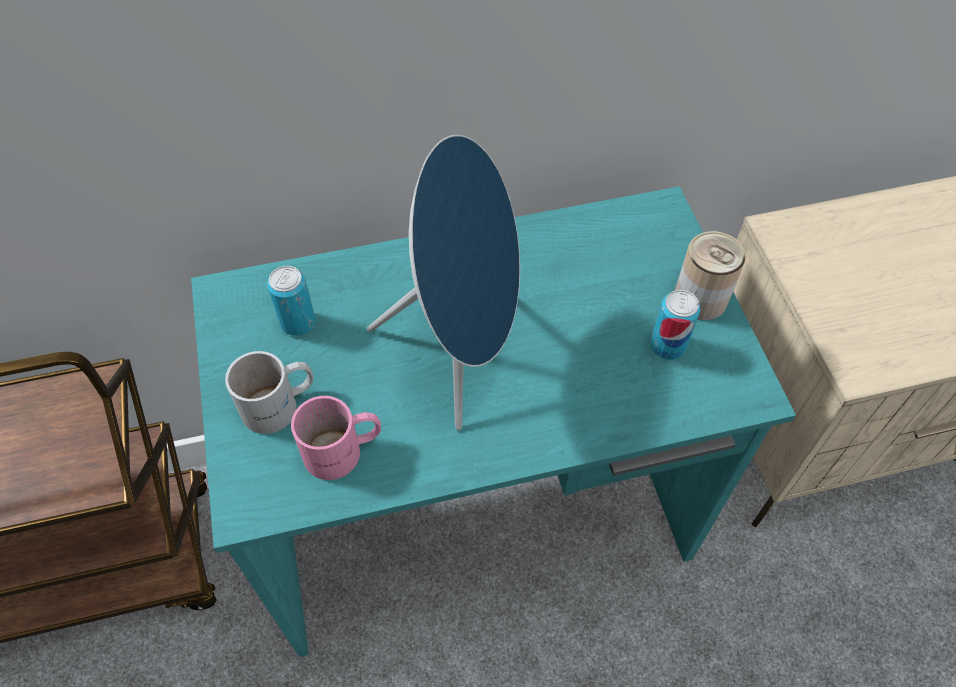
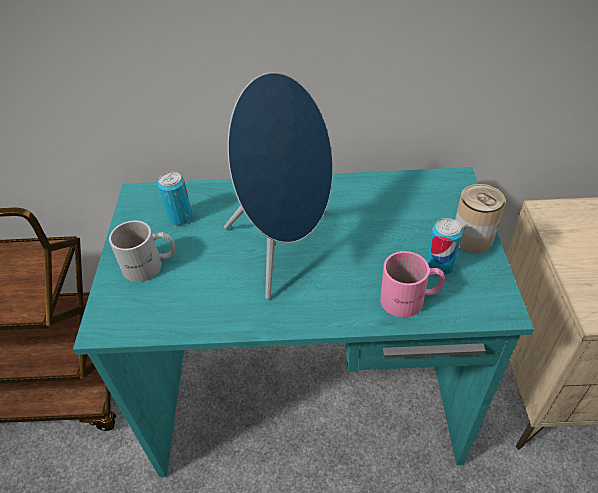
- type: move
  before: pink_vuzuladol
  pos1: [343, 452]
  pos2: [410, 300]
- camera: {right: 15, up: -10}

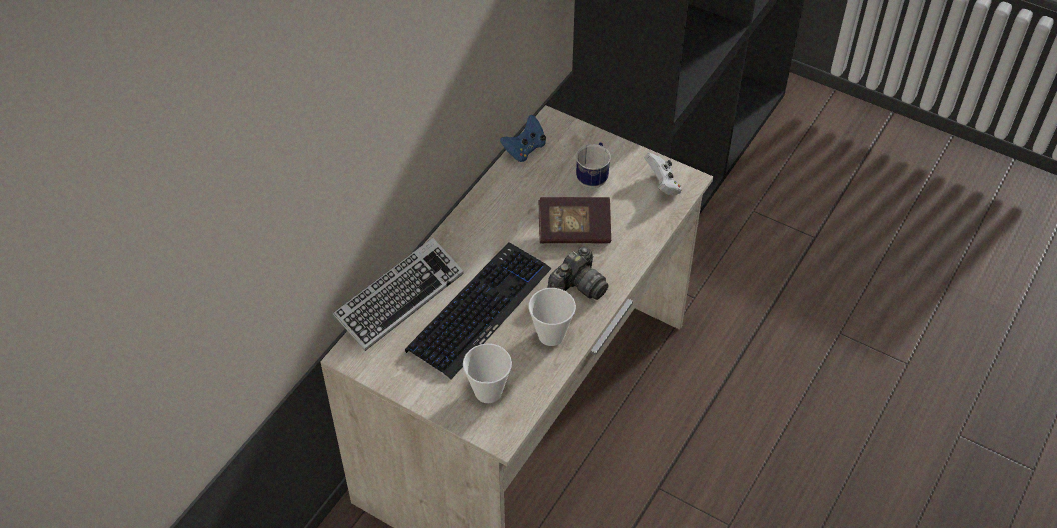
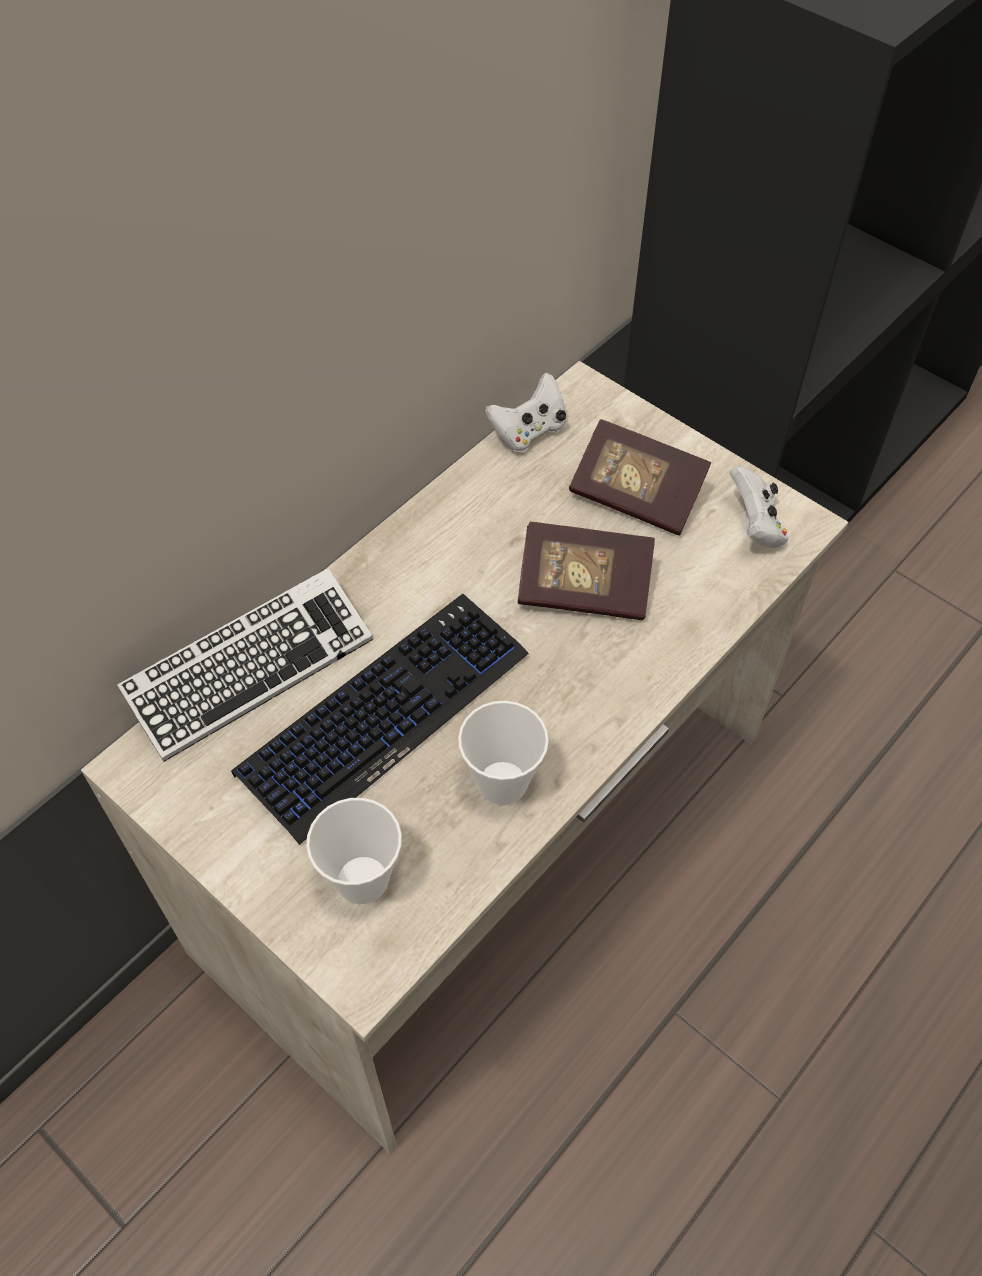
- type: delete
  before: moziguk
  pos1: [578, 286]
- type: replace
  before: vuzuladol
  after: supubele
  pos1: [593, 177]
  pos2: [636, 495]
- type: recolor
  before: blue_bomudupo
  after: white_bomudupo
  pos1: [525, 149]
  pos2: [528, 432]
- camera: {right: 10, up: 5}

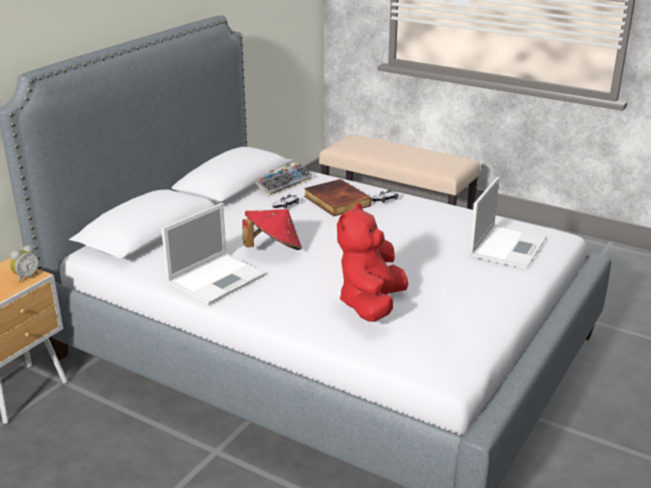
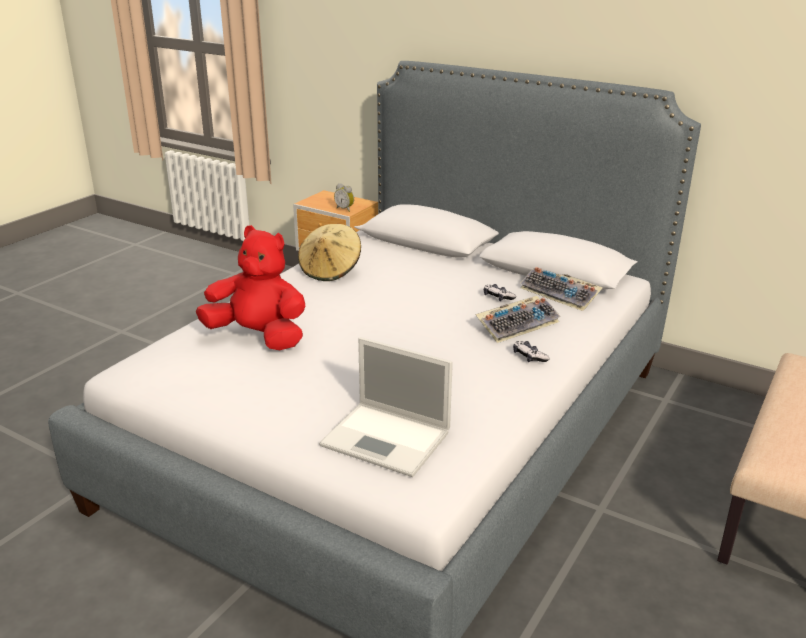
- type: delete
  before: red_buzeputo
  pos1: [273, 249]
- type: replace
  before: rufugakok
  after: beige_buzeputo
  pos1: [217, 278]
  pos2: [330, 270]
- type: replace
  before: supubele
  after: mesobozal
  pos1: [335, 201]
  pos2: [517, 324]
- camera: {right: 90, up: 0}

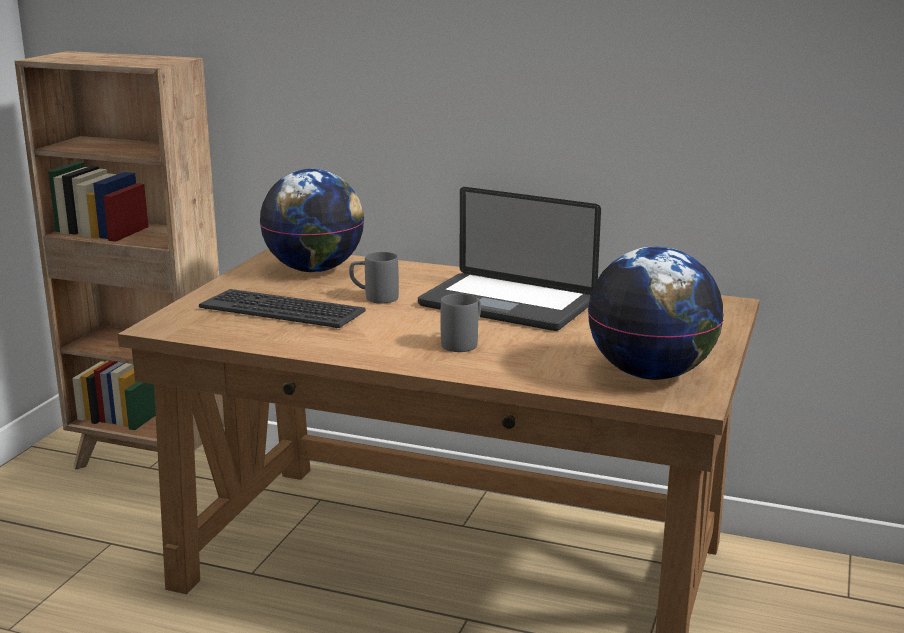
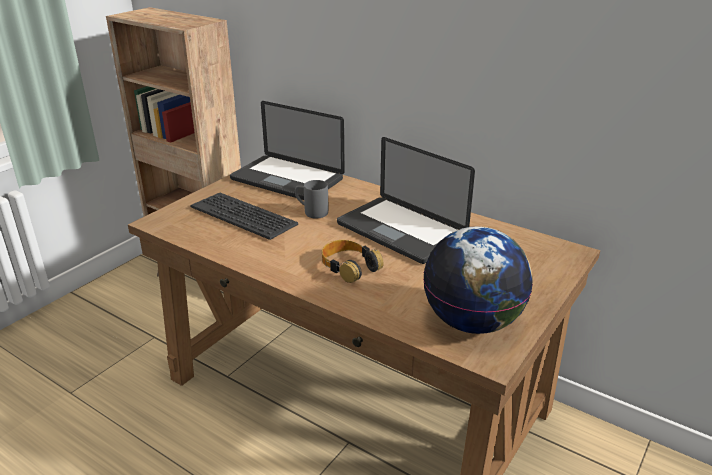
- type: replace
  before: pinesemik
  after: rufugakok
  pos1: [315, 269]
  pos2: [287, 179]
- type: replace
  before: grey_vuzuladol
  after: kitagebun
  pos1: [464, 343]
  pos2: [349, 266]
- camera: {right: 15, up: 10}

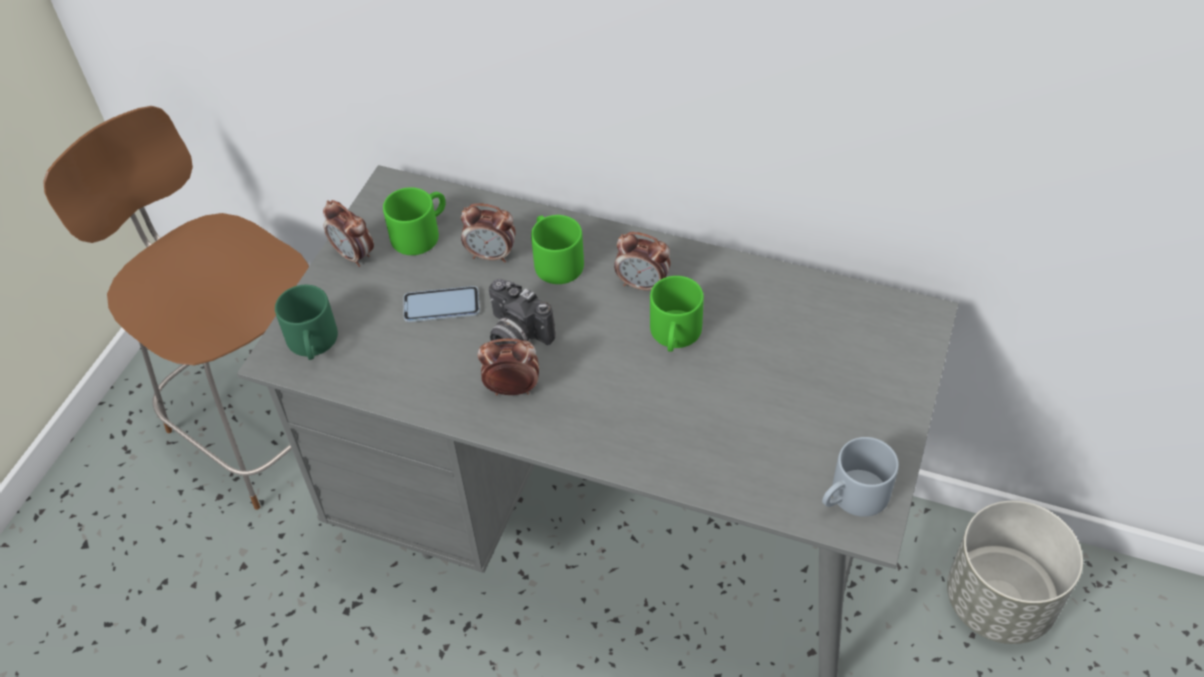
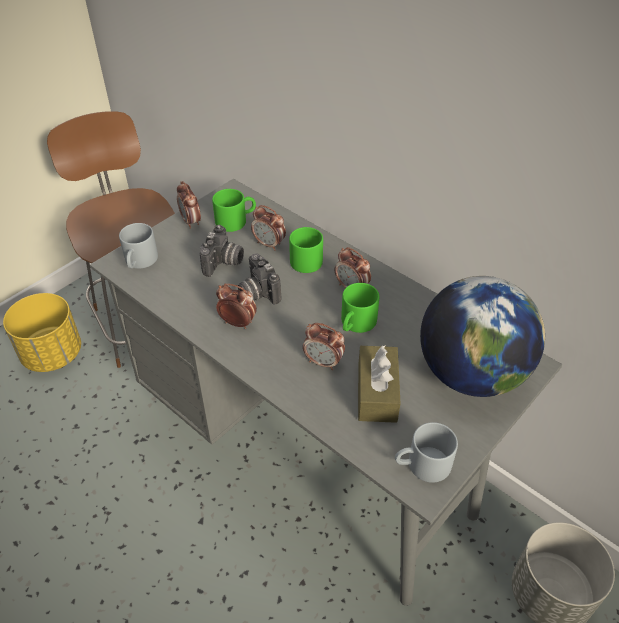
- type: insert
  after: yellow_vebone
  pos2: [52, 355]
- type: insert
  after: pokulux
  pos2: [323, 362]
- type: insert
  after: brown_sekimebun
  pos2: [377, 392]
- type: insert
  after: pinesemik
  pos2: [471, 374]
- type: replace
  before: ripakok
  after: moziguk
  pos1: [441, 306]
  pos2: [224, 263]
- type: recolor
  before: green_vuzuladol
  after: grey_vuzuladol
  pos1: [314, 343]
  pos2: [140, 262]
- camera: {right: 20, up: -5}

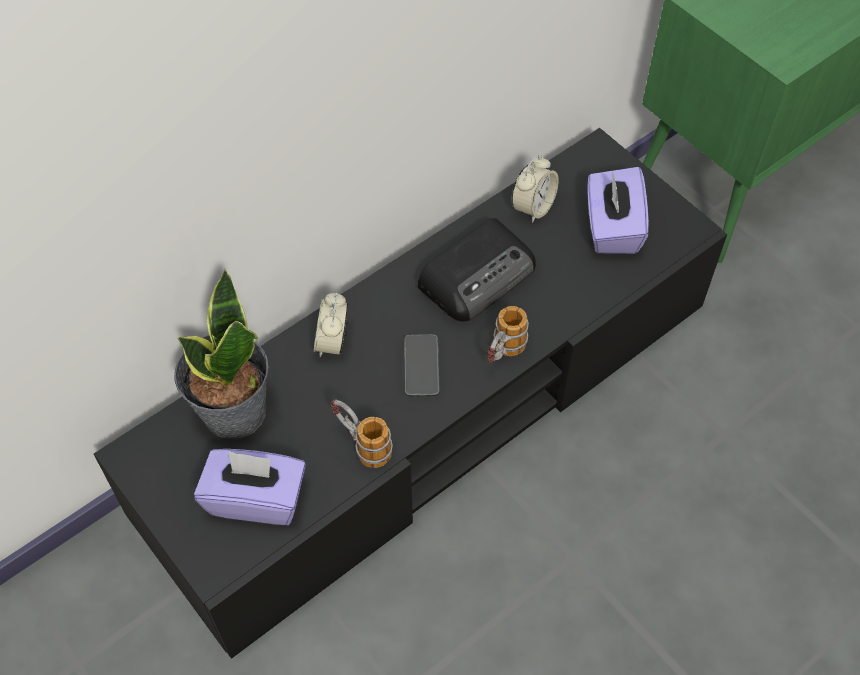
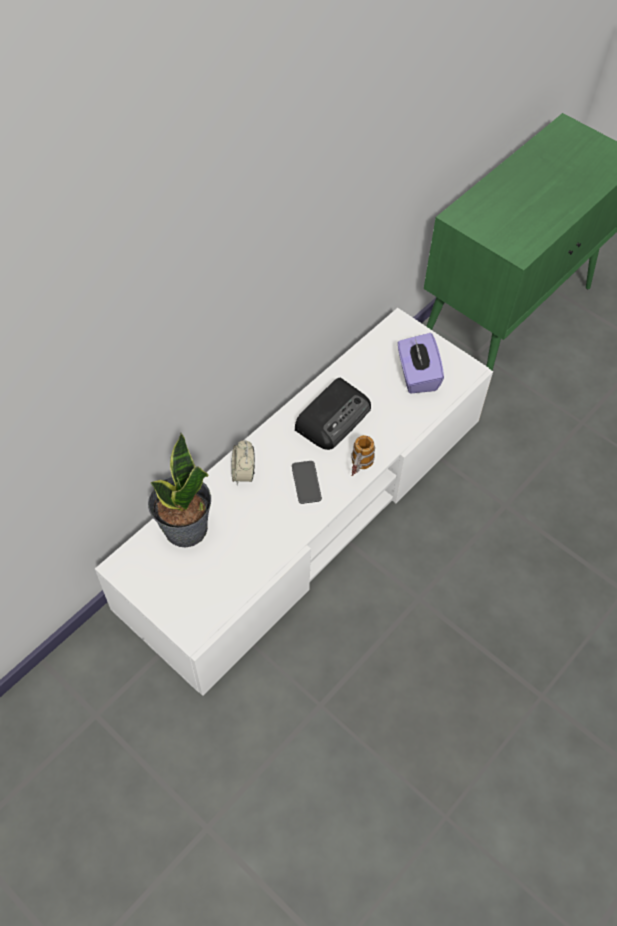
- type: delete
  before: purple_sekimebun
  pos1: [256, 498]
- type: delete
  before: vuzuladol
  pos1: [361, 444]
- type: delete
  before: pokulux
  pos1: [533, 207]
- type: recolor
  before: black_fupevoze
  after: white_fupevoze
  pos1: [430, 408]
  pos2: [307, 511]
- camera: {right: -10, up: 0}

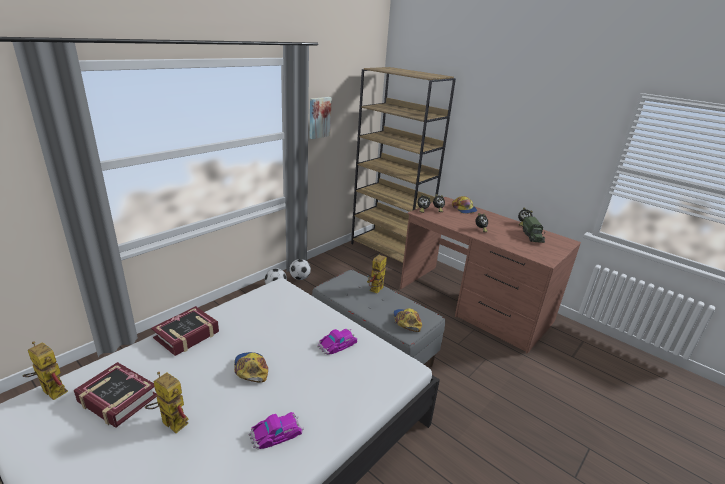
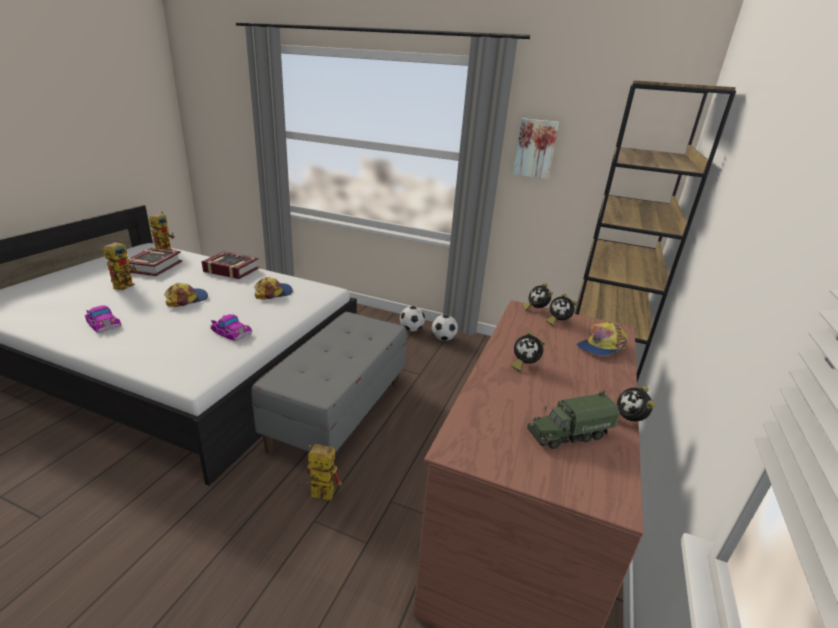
- type: move
  before: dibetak
  pos1: [376, 291]
  pos2: [317, 494]
- type: move
  before: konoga
  pos1: [406, 321]
  pos2: [273, 293]
- camera: {right: 70, up: 0}

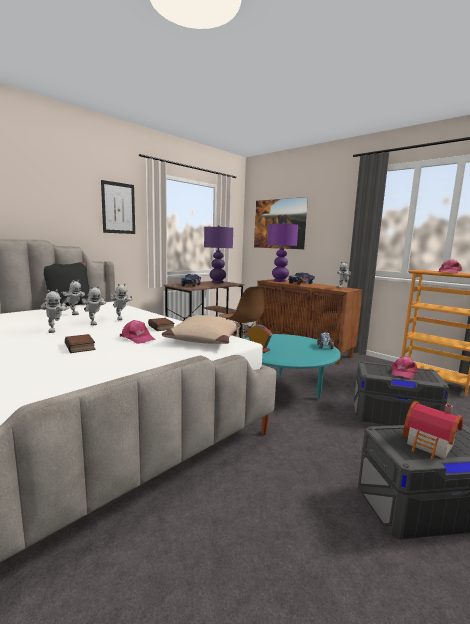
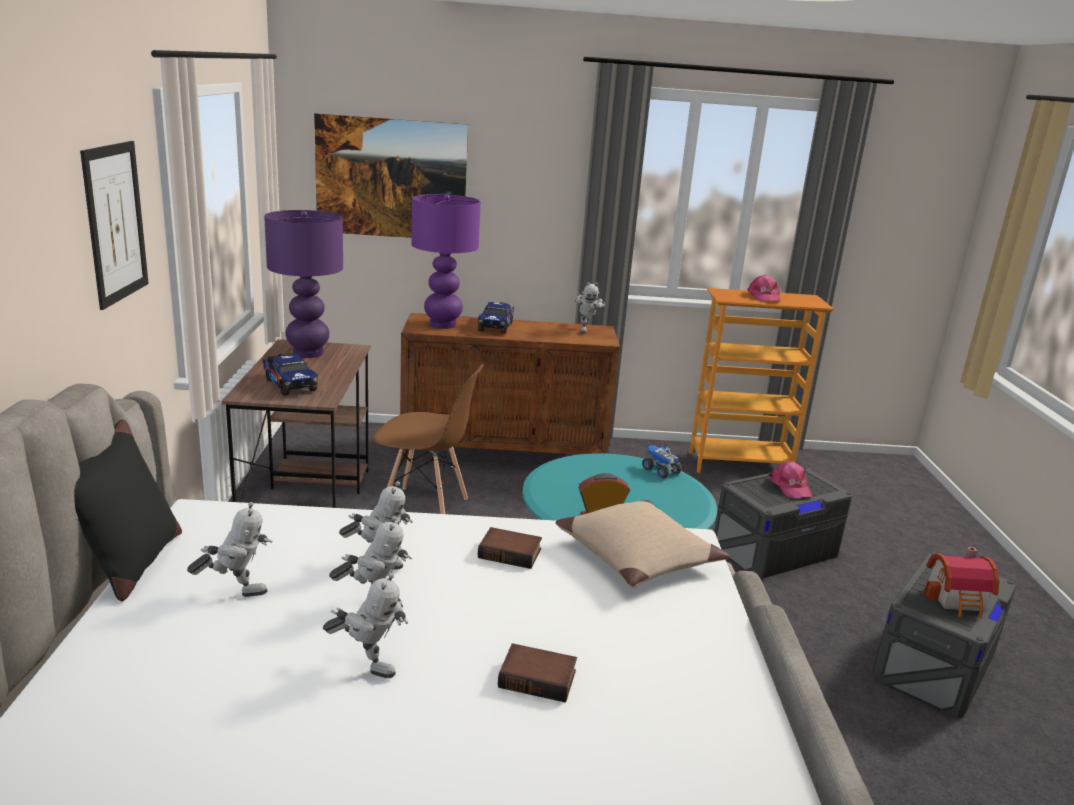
- type: delete
  before: pink_konoga
  pos1: [137, 338]
- camera: {right: -45, up: 10}

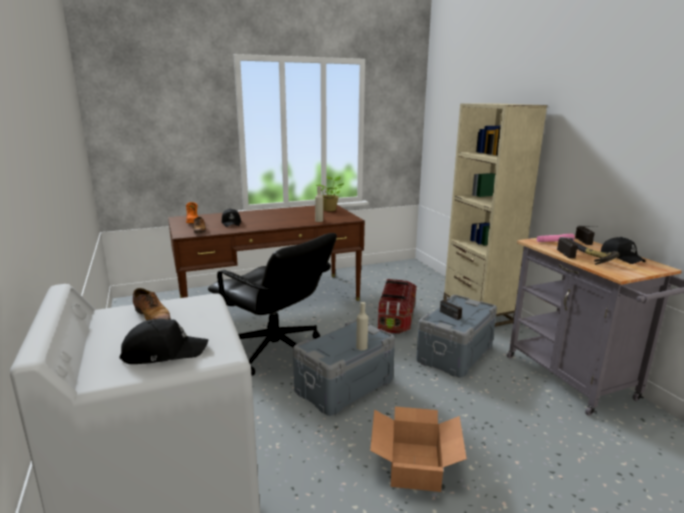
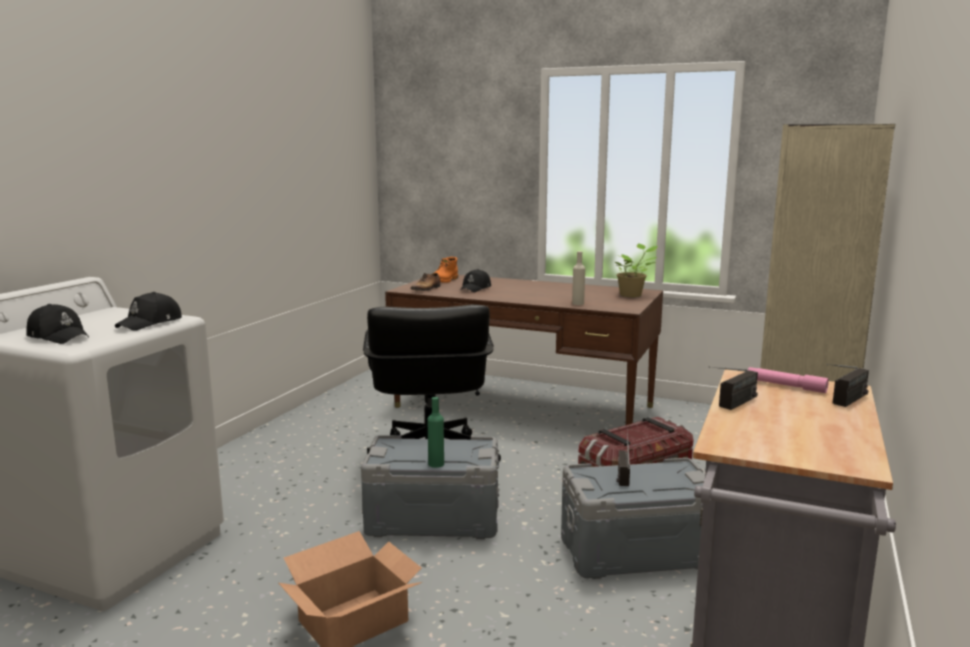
- type: delete
  before: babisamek
  pos1: [153, 317]
- type: delete
  before: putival
  pos1: [587, 256]
- type: move
  before: black_konoga
  pos1: [621, 257]
  pos2: [151, 323]
- type: recolor
  before: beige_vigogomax
  after: green_vigogomax
  pos1: [361, 347]
  pos2: [436, 464]
- camera: {right: 45, up: -5}

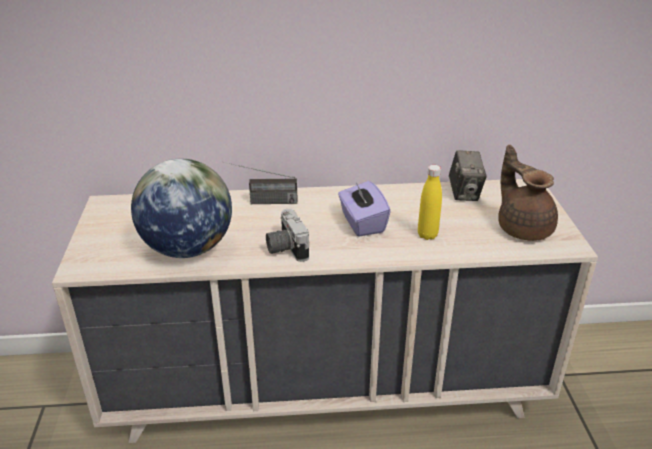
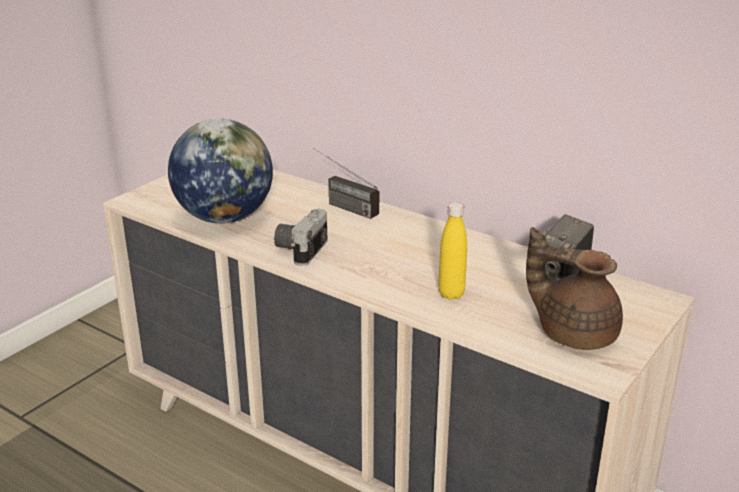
- type: delete
  before: purple_sekimebun
  pos1: [362, 223]
- type: rotate
  before: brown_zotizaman
  pos1: [523, 227]
  pos2: [574, 332]
  turn: -75
- camera: {right: 40, up: -5}

